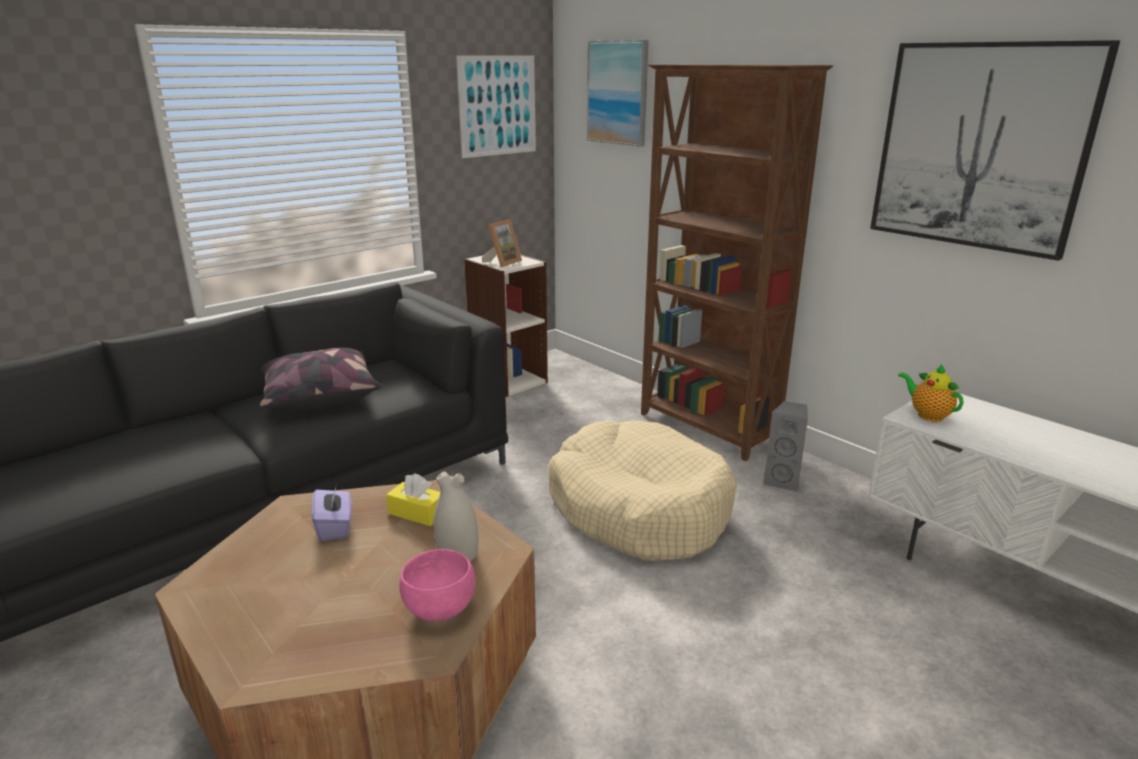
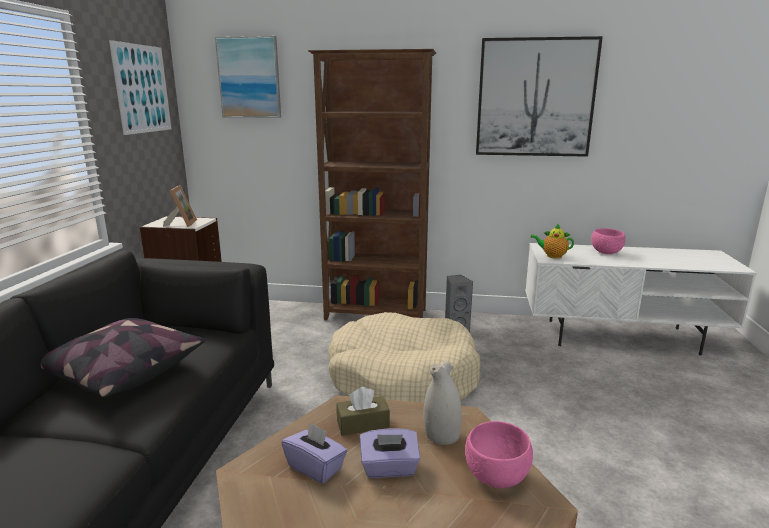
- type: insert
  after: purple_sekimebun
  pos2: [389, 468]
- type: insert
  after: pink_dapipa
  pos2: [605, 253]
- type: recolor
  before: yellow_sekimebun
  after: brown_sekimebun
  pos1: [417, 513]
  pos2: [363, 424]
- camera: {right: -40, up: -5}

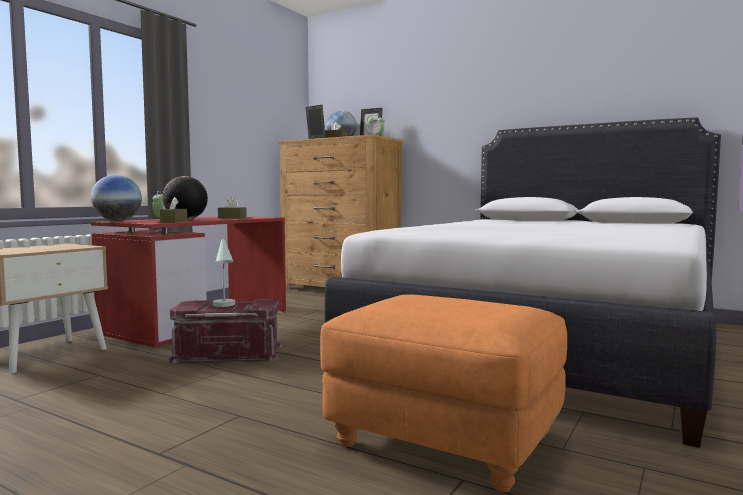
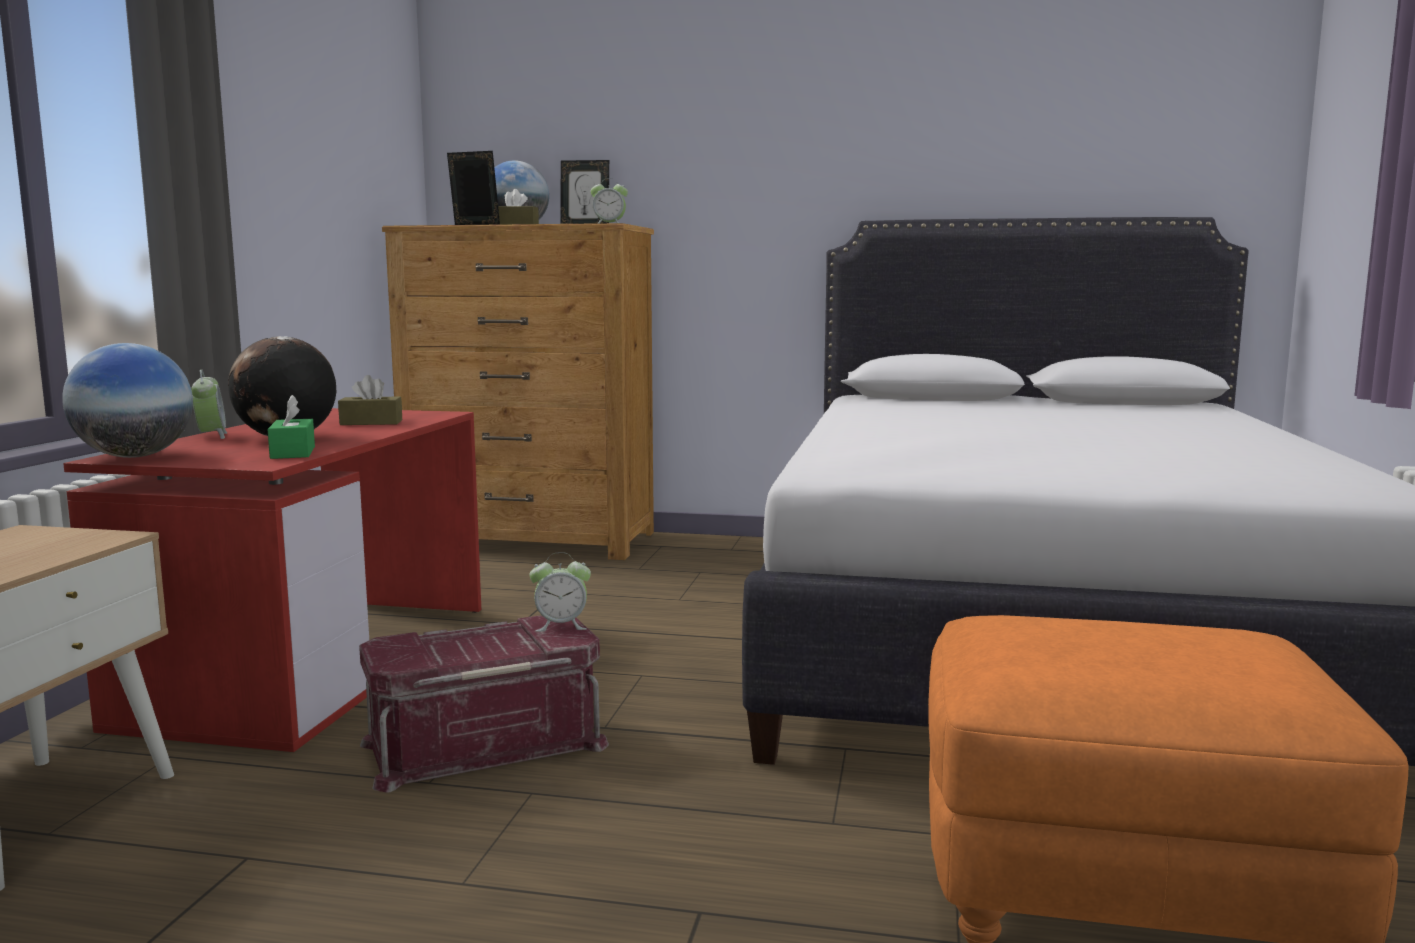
- type: delete
  before: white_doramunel
  pos1: [224, 306]
- type: insert
  after: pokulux
  pos2: [561, 625]
- type: recolor
  before: brown_sekimebun
  after: green_sekimebun
  pos1: [174, 221]
  pos2: [293, 452]
- camera: {right: -20, up: 5}

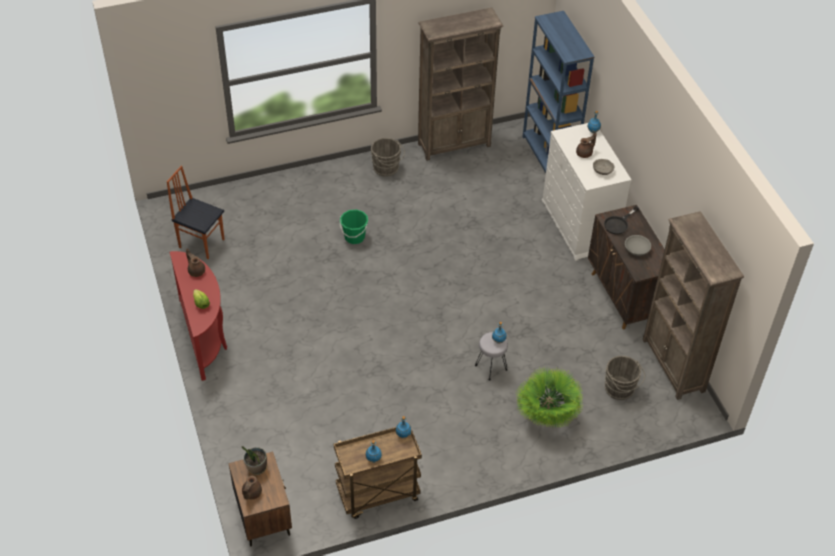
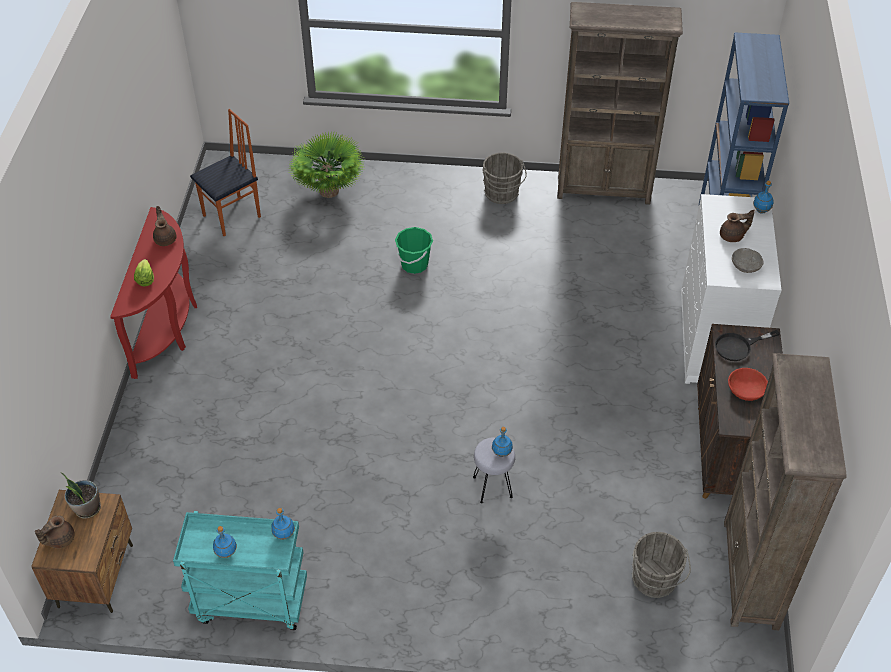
- type: move
  before: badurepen
  pos1: [546, 416]
  pos2: [329, 191]
- type: recolor
  before: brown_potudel
  after: turquoise_potudel
  pos1: [377, 495]
  pos2: [250, 602]
- type: recolor
  before: grey_dapipa
  after: red_dapipa
  pos1: [636, 249]
  pos2: [746, 390]
- type: rotate
  before: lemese
  pos1: [201, 243]
  pos2: [233, 216]
  turn: 90
- camera: {right: 25, up: 0}

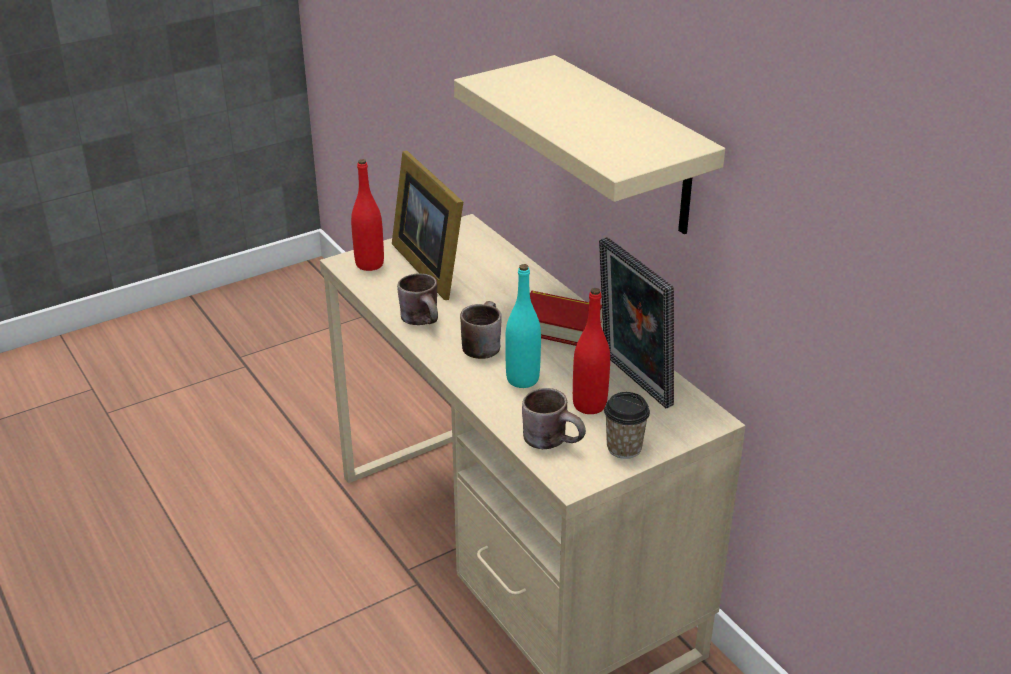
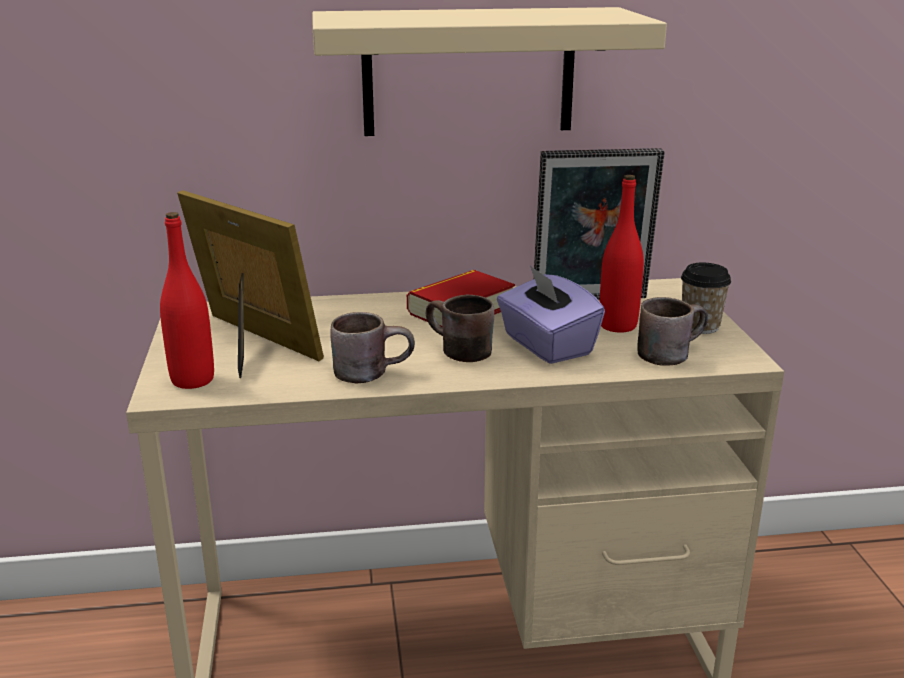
- type: replace
  before: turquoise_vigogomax
  after: purple_sekimebun
  pos1: [522, 379]
  pos2: [546, 345]
- type: rotate
  before: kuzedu
  pos1: [432, 265]
  pos2: [251, 344]
  turn: -135
- camera: {right: -65, up: -10}

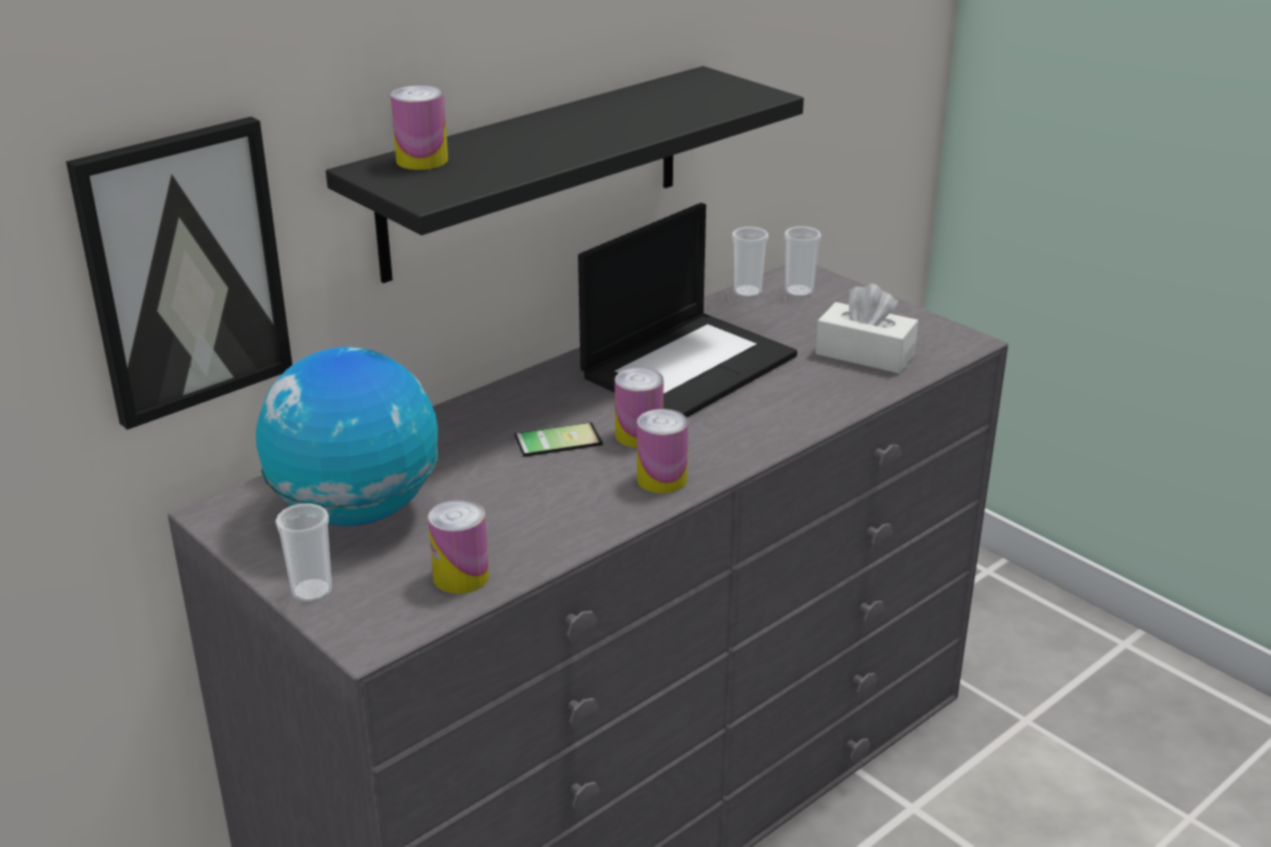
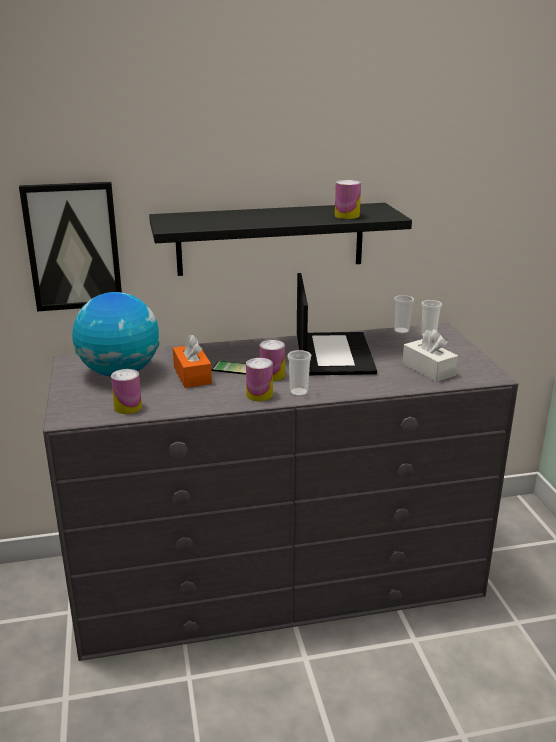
- type: insert
  after: orange_sekimebun
  pos2: [192, 375]
- type: move
  before: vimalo
  pos1: [312, 591]
  pos2: [298, 392]
- type: move
  before: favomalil
  pos1: [422, 160]
  pos2: [347, 216]
- type: rotate
  before: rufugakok
  pos1: [689, 365]
  pos2: [332, 353]
  turn: -75
- camera: {right: 30, up: -5}

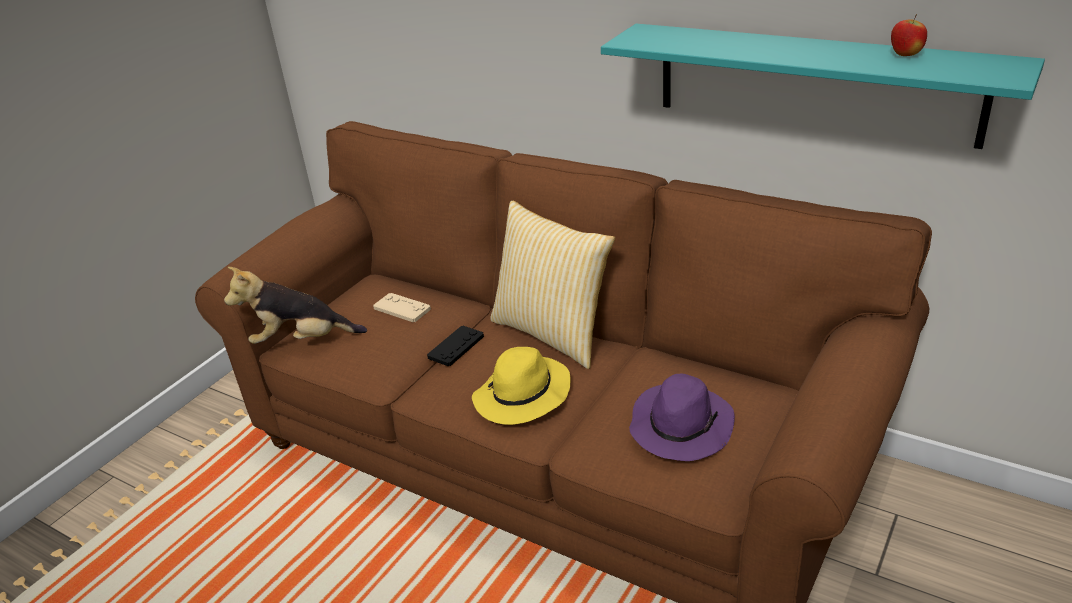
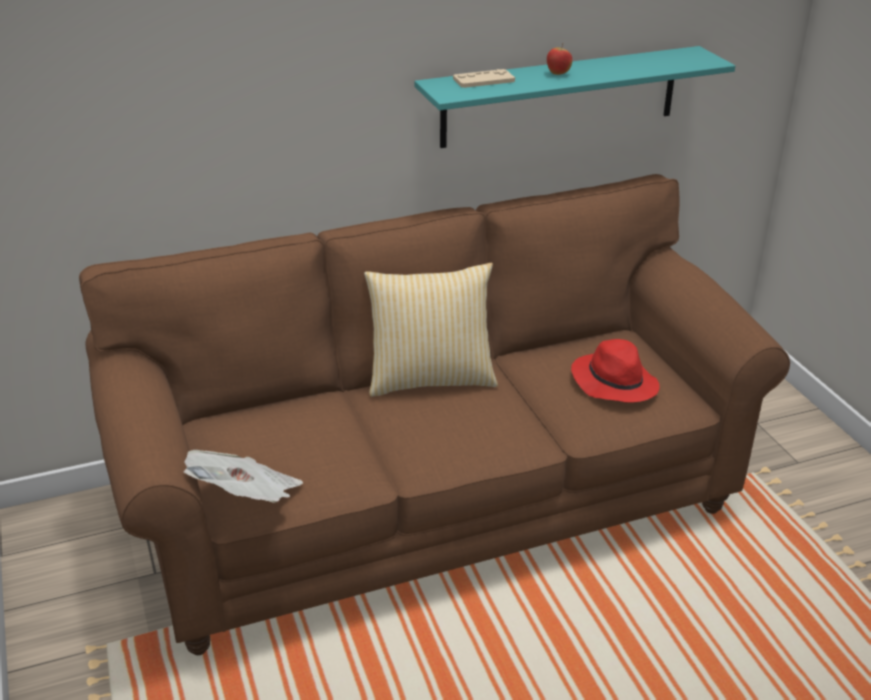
- type: delete
  before: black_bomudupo
  pos1: [456, 347]
- type: delete
  before: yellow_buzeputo
  pos1: [522, 397]
- type: move
  before: beige_bomudupo
  pos1: [402, 308]
  pos2: [483, 80]
- type: move
  before: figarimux
  pos1: [906, 55]
  pos2: [558, 74]
- type: replace
  before: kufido
  after: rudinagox
  pos1: [301, 340]
  pos2: [246, 498]
- type: recolor
  before: purple_buzeputo
  after: red_buzeputo
  pos1: [680, 426]
  pos2: [613, 382]
- camera: {right: -55, up: 0}

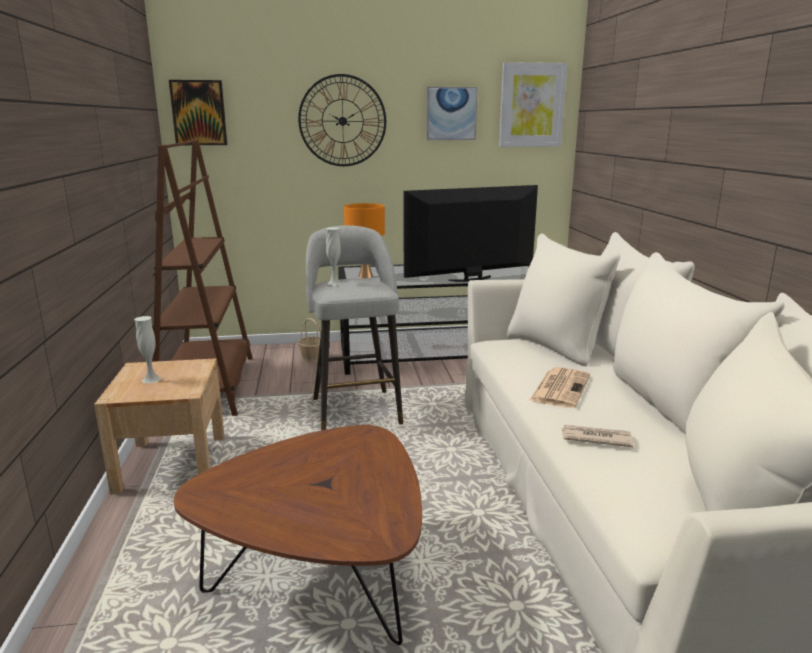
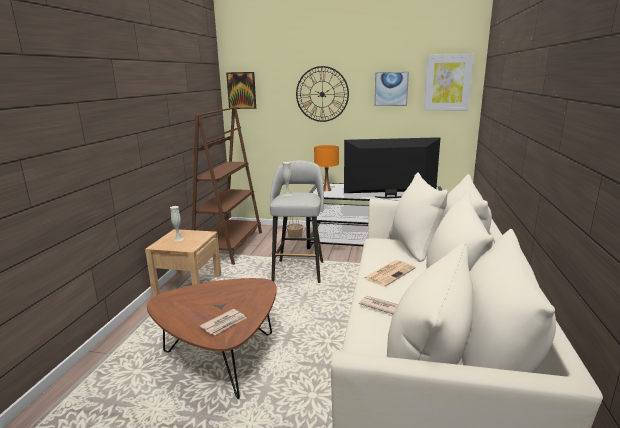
- type: insert
  after: rudinagox
  pos2: [224, 323]
- camera: {right: 20, up: 0}

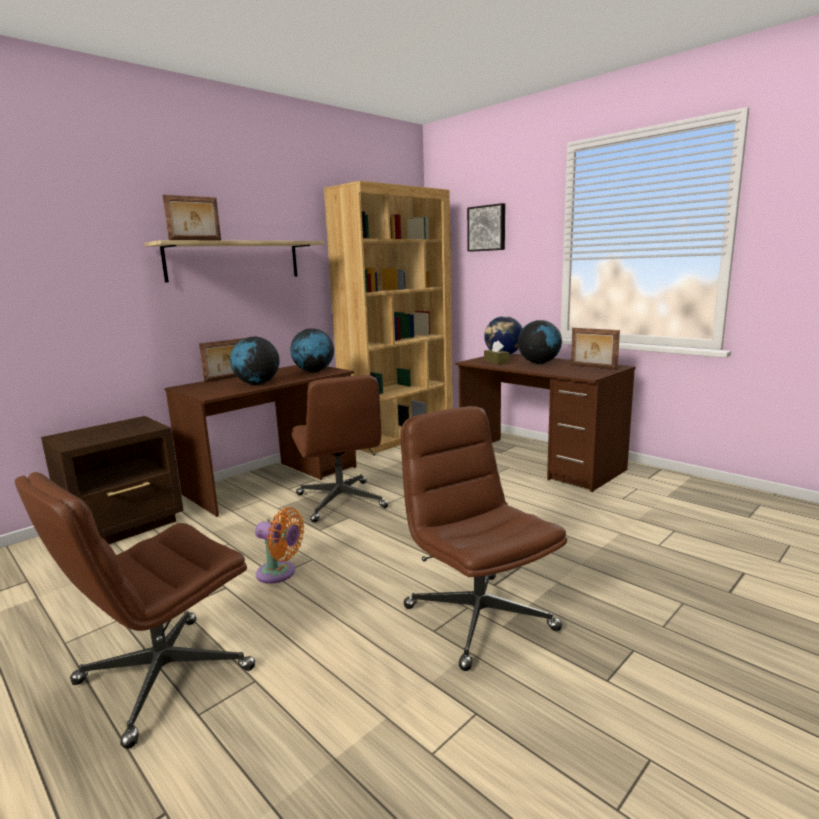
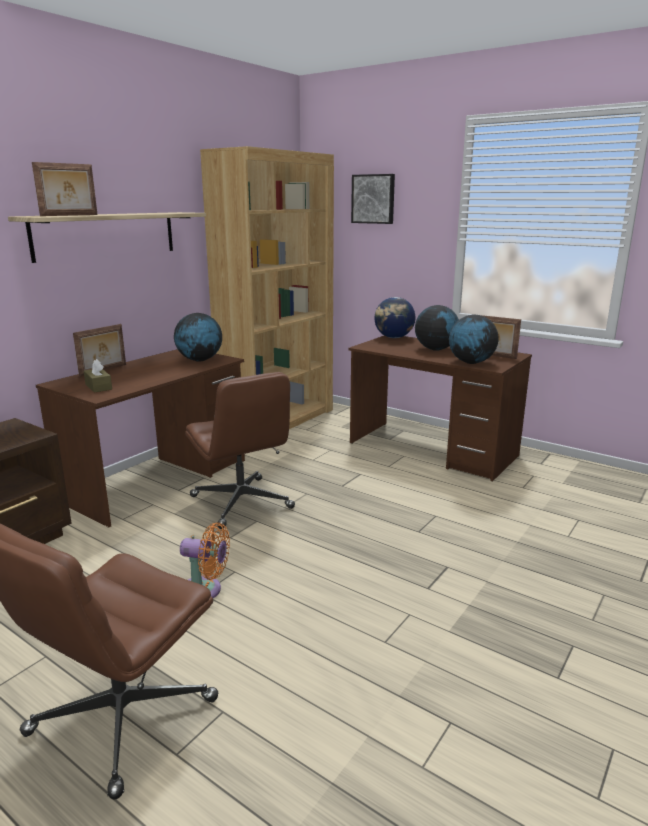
- type: delete
  before: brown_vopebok
  pos1: [477, 617]
- type: move
  before: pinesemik
  pos1: [257, 384]
  pos2: [471, 362]
- type: move
  before: brown_sekimebun
  pos1: [496, 362]
  pos2: [98, 387]
- camera: {right: -10, up: 5}

